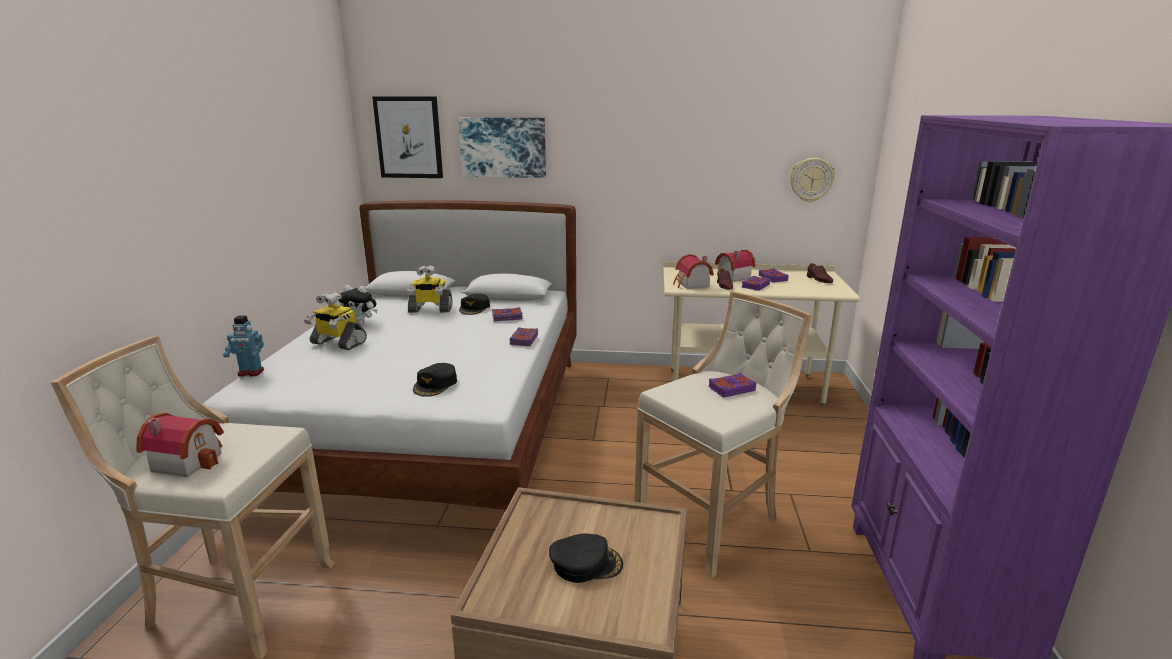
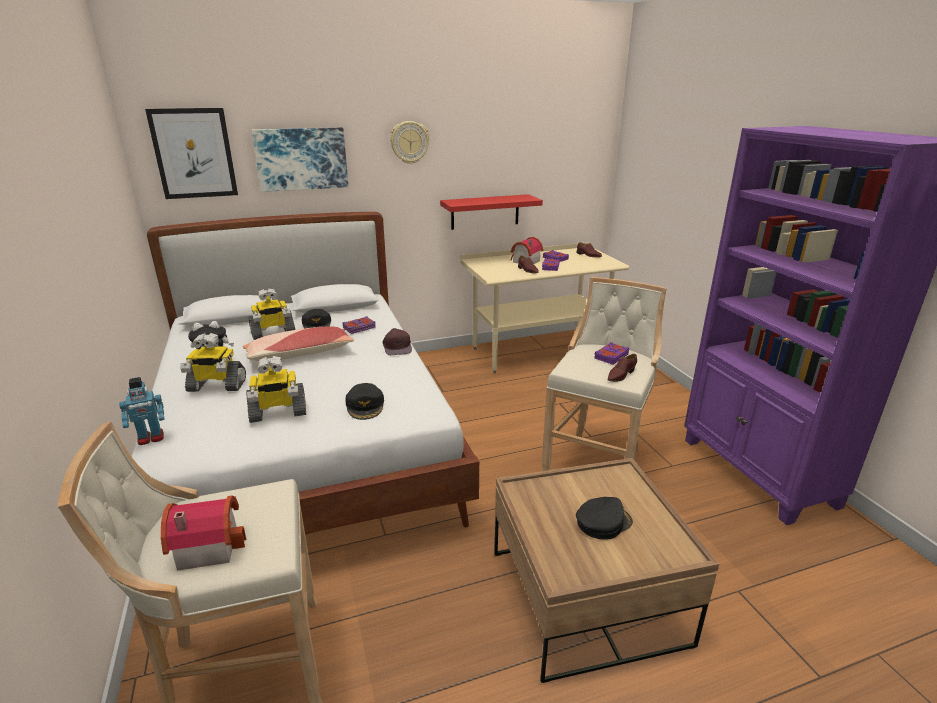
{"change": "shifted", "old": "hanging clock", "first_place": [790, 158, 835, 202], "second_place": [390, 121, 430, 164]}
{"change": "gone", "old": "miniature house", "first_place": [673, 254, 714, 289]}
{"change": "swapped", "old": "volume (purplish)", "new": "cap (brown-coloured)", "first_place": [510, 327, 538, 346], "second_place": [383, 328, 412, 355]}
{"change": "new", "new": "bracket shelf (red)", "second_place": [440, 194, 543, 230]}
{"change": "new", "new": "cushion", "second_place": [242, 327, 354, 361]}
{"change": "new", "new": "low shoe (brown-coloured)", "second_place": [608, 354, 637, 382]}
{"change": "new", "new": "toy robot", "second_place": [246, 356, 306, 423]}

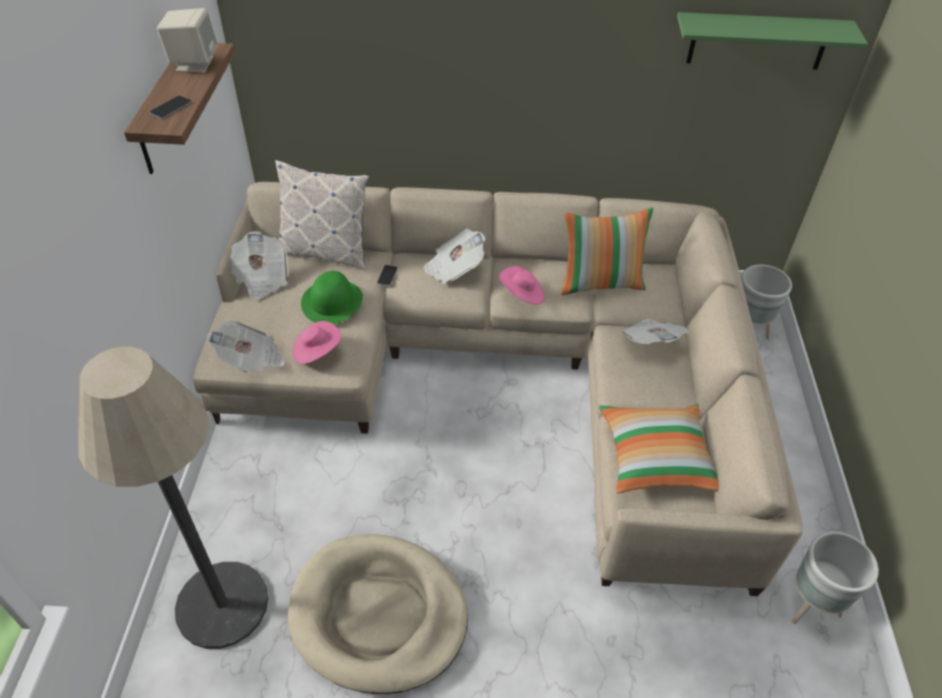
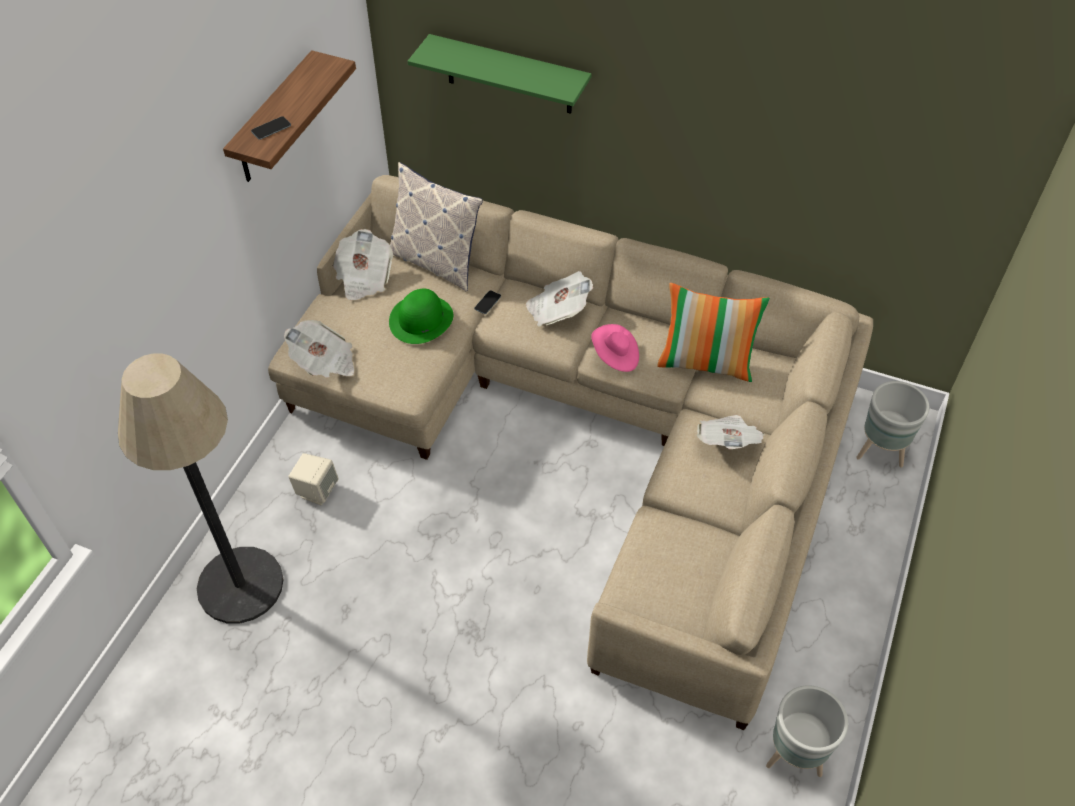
{"change": "shifted", "old": "loudspeaker (sand-coloured)", "first_place": [157, 8, 217, 73], "second_place": [288, 453, 339, 505]}
{"change": "shifted", "old": "bracket shelf (green-coloured)", "first_place": [677, 12, 868, 70], "second_place": [408, 34, 592, 114]}
{"change": "gone", "old": "hat (pink-coloured)", "first_place": [293, 321, 341, 364]}
{"change": "gone", "old": "cushion", "first_place": [599, 404, 719, 494]}
{"change": "gone", "old": "pet bed (sand-coloured)", "first_place": [288, 534, 468, 694]}

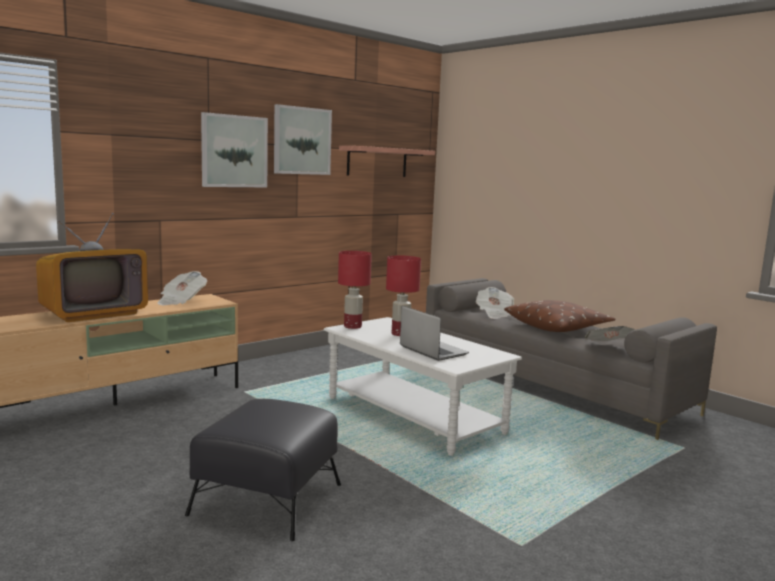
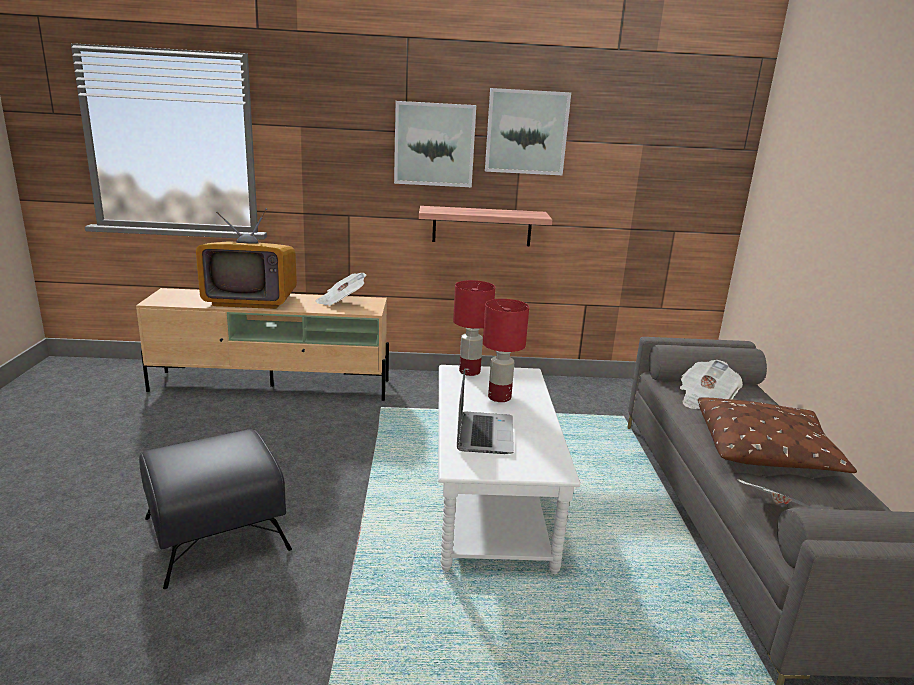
{"change": "shifted", "old": "bracket shelf", "first_place": [339, 146, 435, 177], "second_place": [419, 206, 552, 246]}

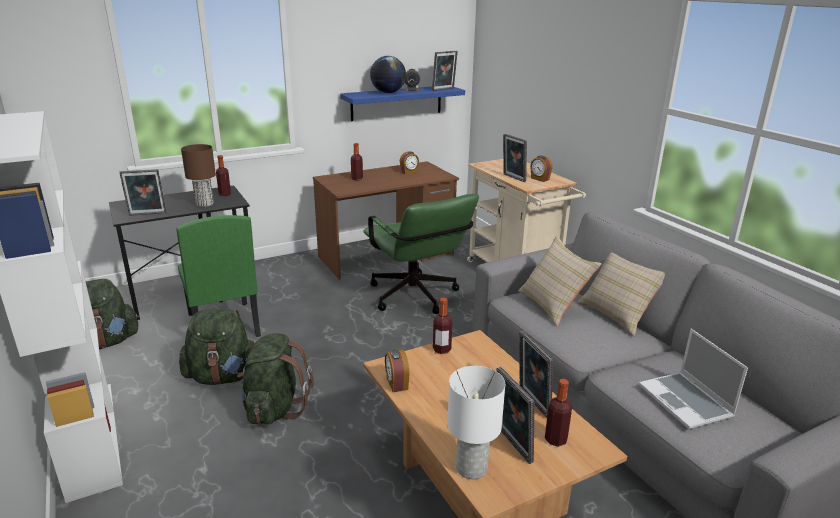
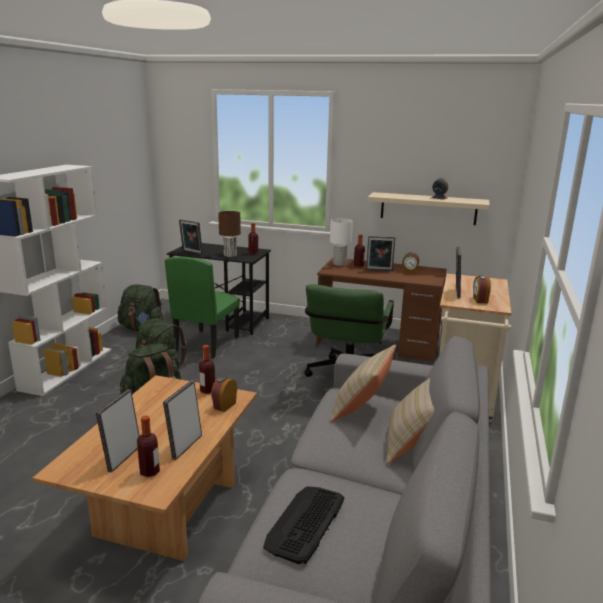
{"change": "shifted", "old": "photo frame", "first_place": [432, 51, 458, 91], "second_place": [366, 236, 395, 271]}
{"change": "gone", "old": "world globe", "first_place": [370, 56, 406, 93]}
{"change": "repainted", "old": "bracket shelf (blue)", "new": "bracket shelf (sand-coloured)", "first_place": [340, 87, 465, 121], "second_place": [367, 192, 490, 225]}
{"change": "swapped", "old": "laptop", "new": "PC keyboard", "first_place": [639, 329, 748, 429], "second_place": [263, 486, 344, 564]}
{"change": "shifted", "old": "alarm clock", "first_place": [385, 349, 409, 392], "second_place": [211, 376, 237, 412]}
{"change": "shifted", "old": "table lamp (white)", "first_place": [447, 366, 505, 479], "second_place": [330, 218, 353, 266]}

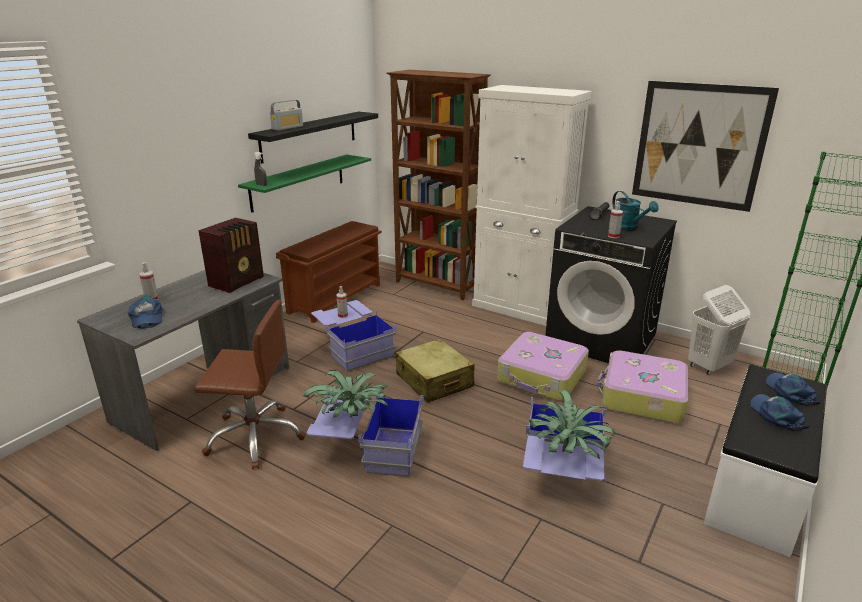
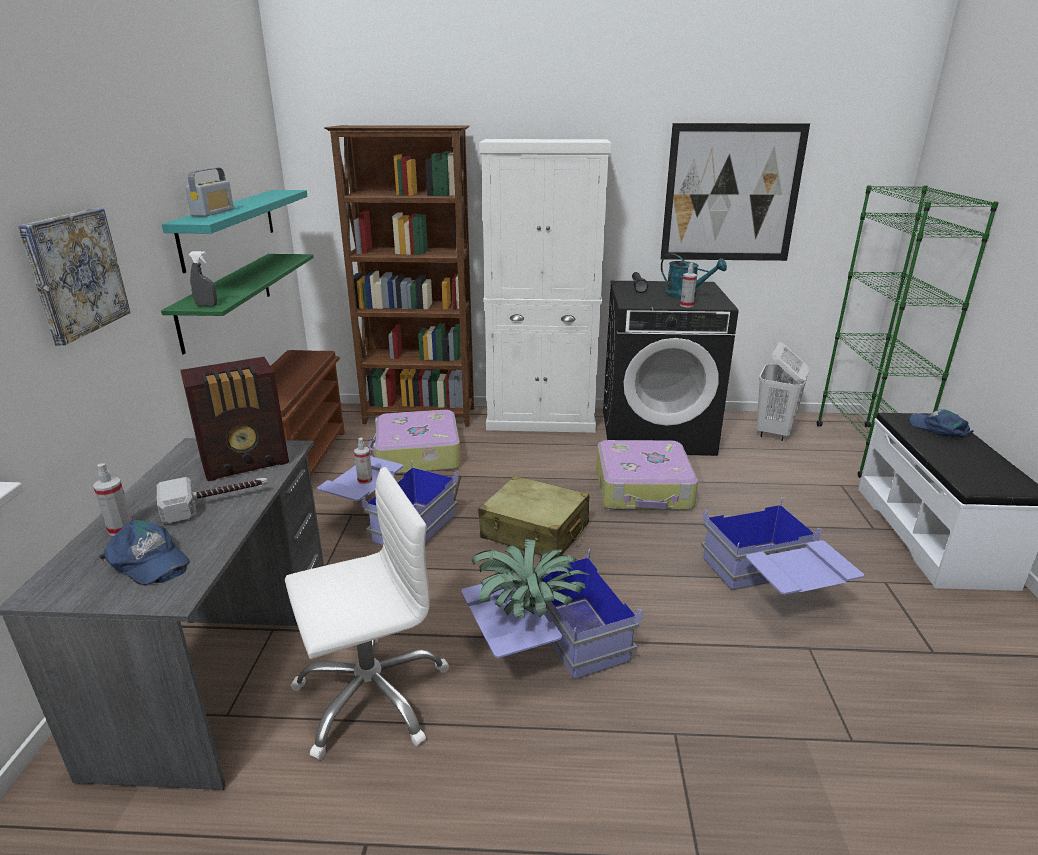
{"change": "repainted", "old": "bracket shelf (blackish)", "new": "bracket shelf (blue-green)", "first_place": [248, 112, 378, 164], "second_place": [162, 190, 308, 273]}
{"change": "rotated", "old": "radio set", "first_place": [199, 218, 264, 293], "second_place": [180, 357, 289, 481], "degrees": 60}
{"change": "repainted", "old": "computer chair (brown-coloured)", "new": "computer chair (white)", "first_place": [195, 300, 306, 470], "second_place": [285, 467, 449, 760]}
{"change": "shifted", "old": "suitcase", "first_place": [596, 350, 688, 424], "second_place": [368, 410, 461, 474]}
{"change": "gone", "old": "potted plant", "first_place": [529, 390, 615, 459]}
{"change": "gone", "old": "cap (blue)", "first_place": [750, 394, 810, 431]}
{"change": "new", "new": "wall picture", "second_place": [18, 208, 131, 346]}
{"change": "new", "new": "tool hammer", "second_place": [156, 477, 267, 524]}

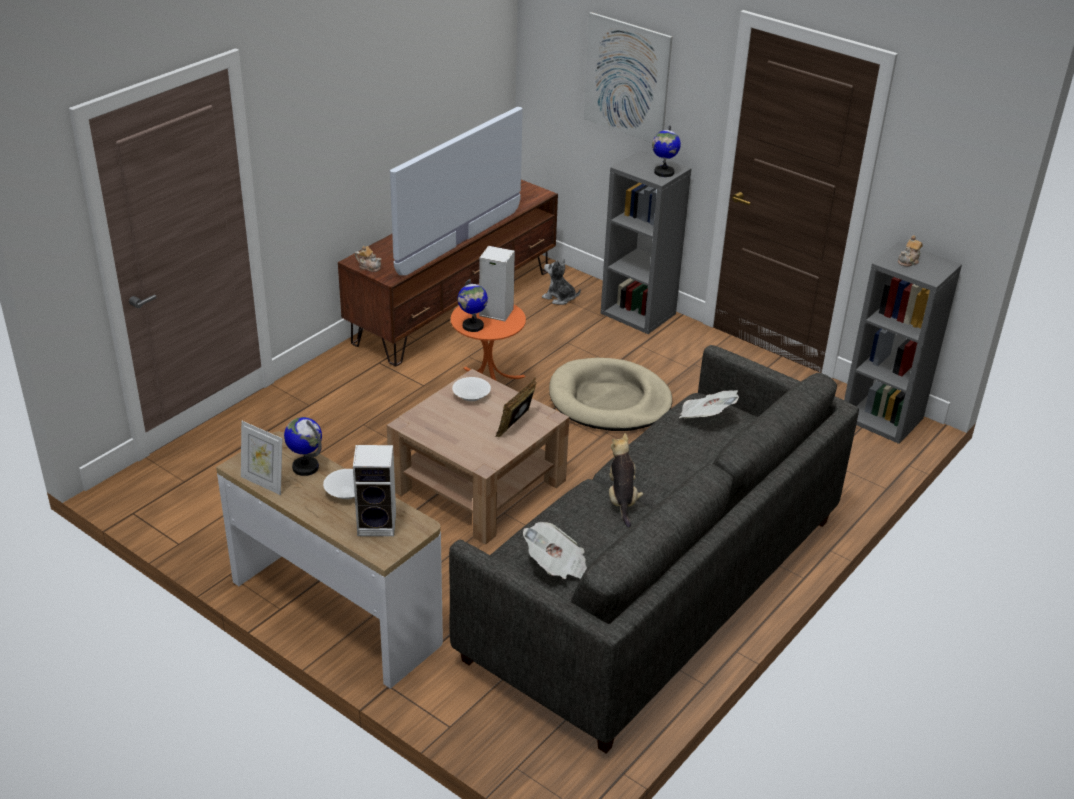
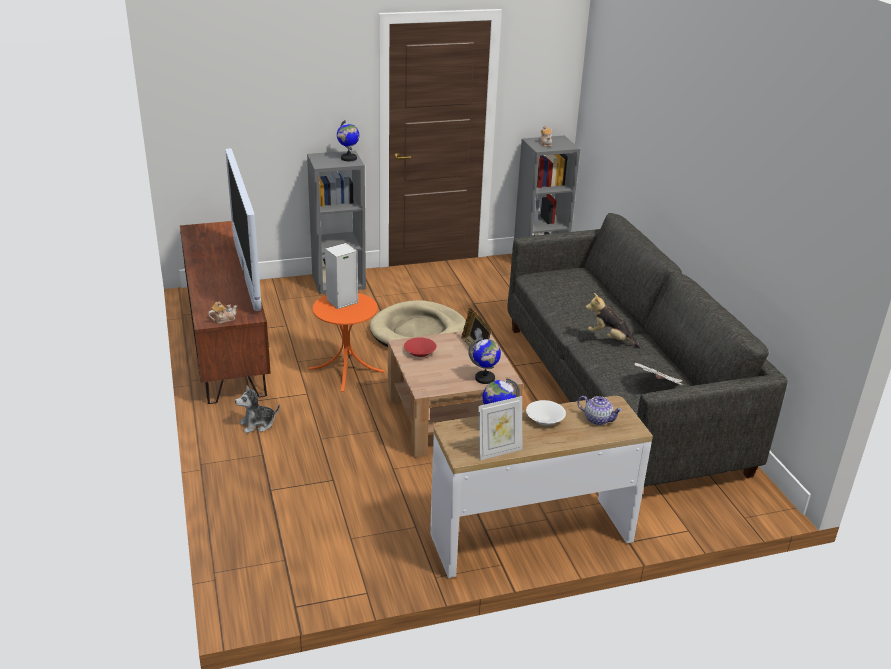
{"change": "gone", "old": "wall picture", "first_place": [584, 12, 672, 143]}
{"change": "shifted", "old": "soft toy", "first_place": [542, 258, 581, 305], "second_place": [235, 385, 280, 433]}
{"change": "shifted", "old": "world globe", "first_place": [458, 279, 488, 332], "second_place": [468, 337, 501, 384]}
{"change": "repainted", "old": "serving bowl (white)", "new": "serving bowl (red)", "first_place": [452, 377, 491, 401], "second_place": [404, 338, 437, 357]}
{"change": "gone", "old": "daily paper", "first_place": [679, 390, 739, 418]}
{"change": "swapped", "old": "loudspeaker", "new": "teapot", "first_place": [353, 445, 396, 536], "second_place": [577, 396, 623, 425]}

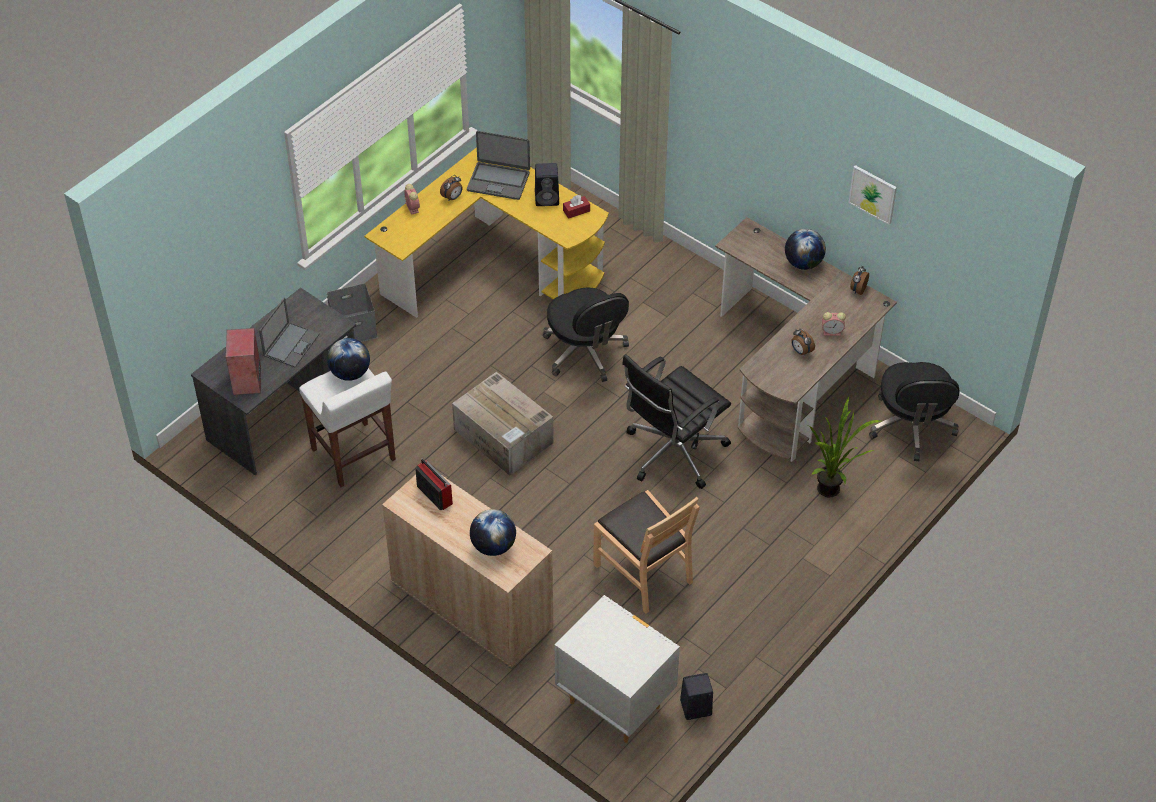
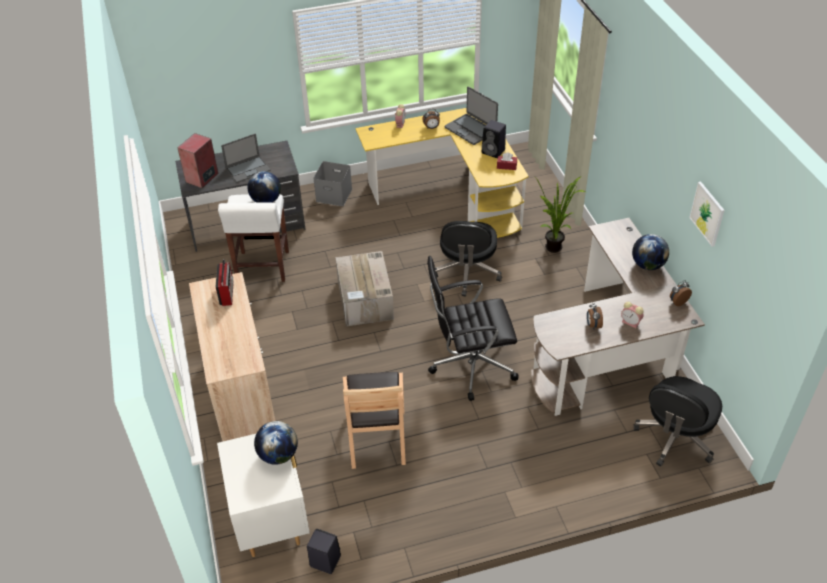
{"change": "shifted", "old": "potted plant", "first_place": [809, 396, 881, 498], "second_place": [532, 175, 586, 253]}
{"change": "shifted", "old": "world globe", "first_place": [470, 509, 516, 556], "second_place": [254, 421, 298, 465]}

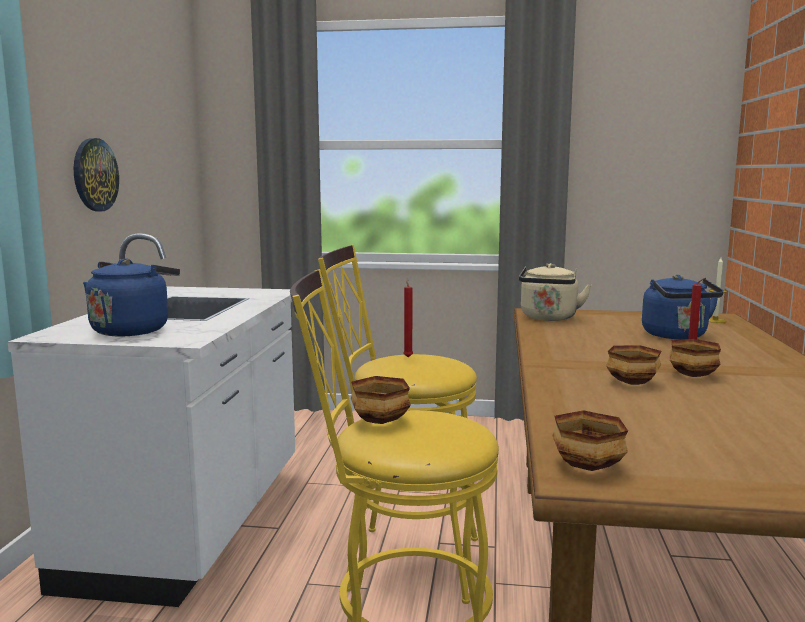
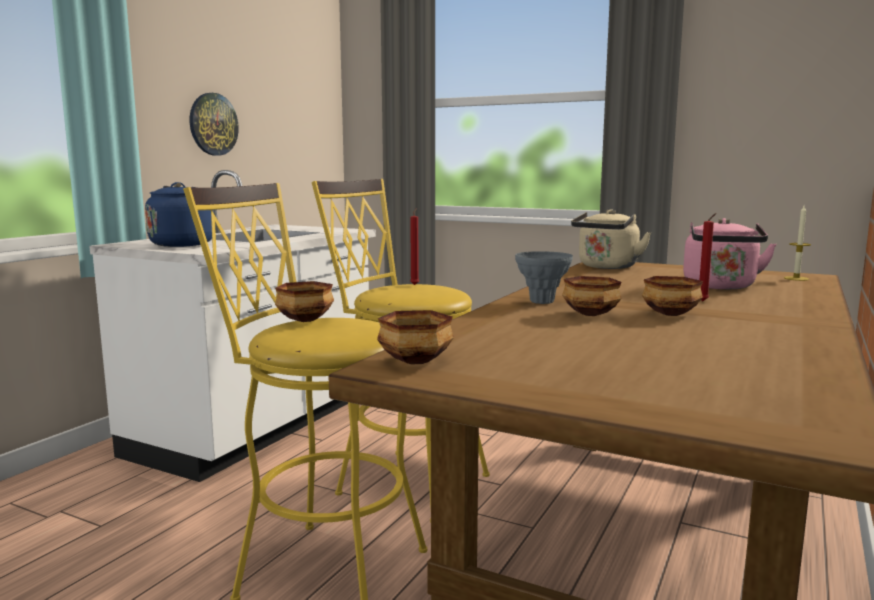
{"change": "repainted", "old": "kettle (blue)", "new": "kettle (pink-coloured)", "first_place": [642, 275, 724, 339], "second_place": [683, 218, 776, 289]}
{"change": "new", "new": "vase (grey)", "second_place": [515, 251, 573, 304]}

